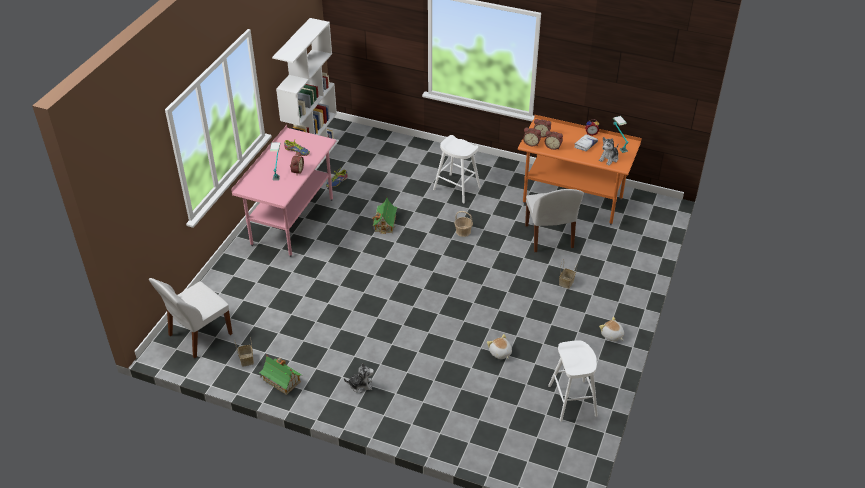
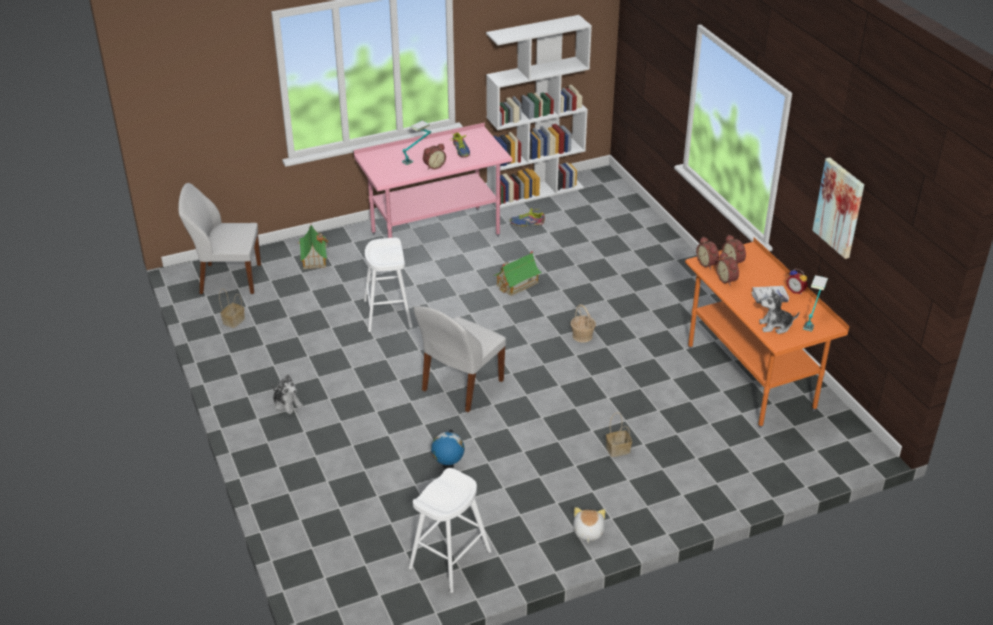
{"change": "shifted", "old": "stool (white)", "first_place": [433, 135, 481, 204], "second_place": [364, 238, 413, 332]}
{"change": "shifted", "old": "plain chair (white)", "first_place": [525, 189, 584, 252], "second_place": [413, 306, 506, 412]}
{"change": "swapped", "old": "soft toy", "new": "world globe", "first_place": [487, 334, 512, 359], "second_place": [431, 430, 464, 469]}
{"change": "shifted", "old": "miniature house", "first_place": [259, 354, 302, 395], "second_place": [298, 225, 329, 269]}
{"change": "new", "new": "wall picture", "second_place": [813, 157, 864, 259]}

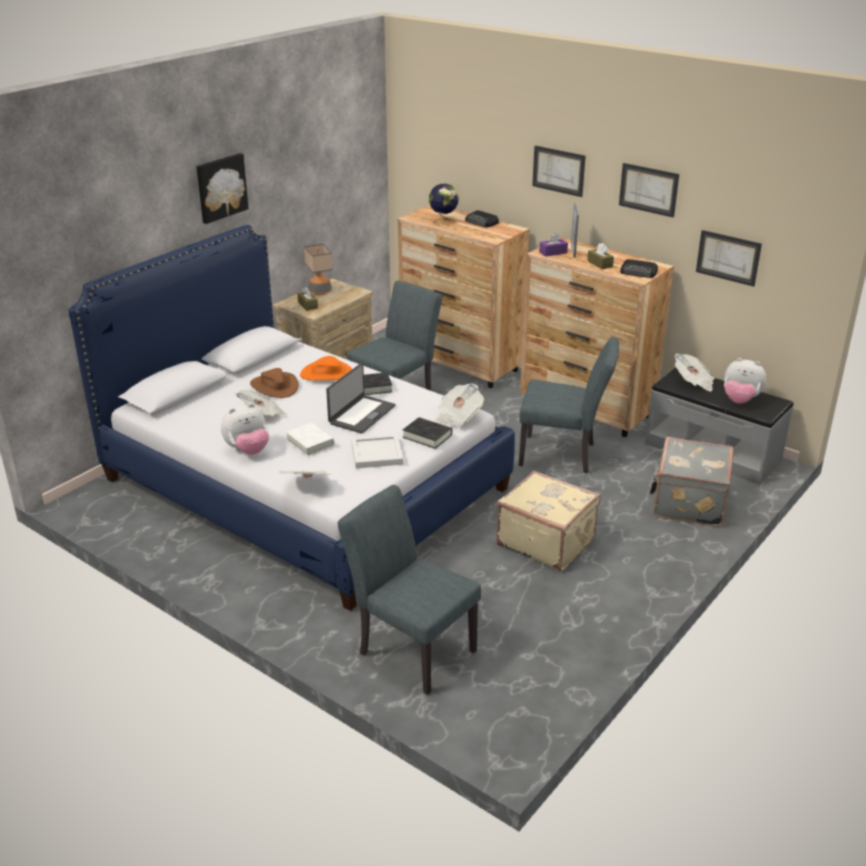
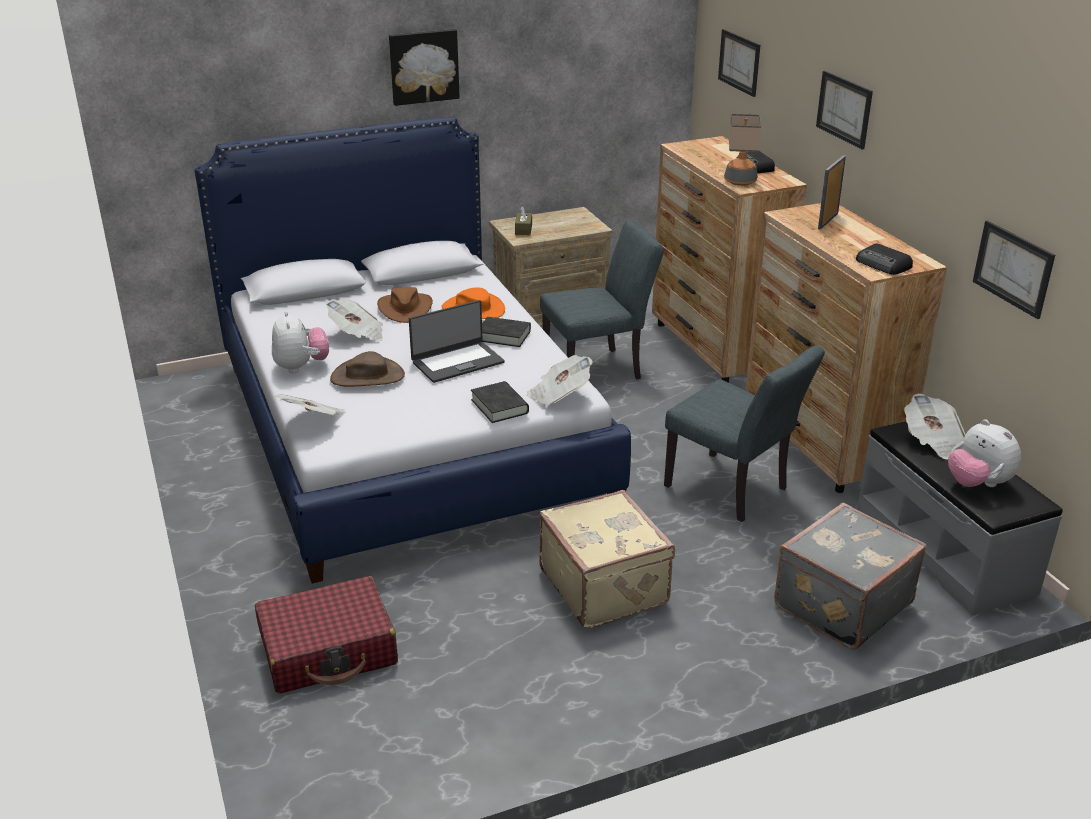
{"change": "shifted", "old": "wall picture", "first_place": [619, 163, 679, 217], "second_place": [718, 29, 760, 97]}
{"change": "gone", "old": "world globe", "first_place": [429, 183, 459, 226]}
{"change": "gone", "old": "tissue box (purplish)", "first_place": [539, 233, 568, 257]}
{"change": "gone", "old": "tissue box (brown-coloured)", "first_place": [587, 243, 614, 269]}
{"change": "shifted", "old": "table lamp", "first_place": [304, 244, 333, 295], "second_place": [724, 114, 761, 186]}
{"change": "rotated", "old": "soft toy", "first_place": [221, 403, 269, 455], "second_place": [272, 311, 329, 373], "degrees": -105}
{"change": "swapped", "old": "volume (white)", "new": "hat (brown-coloured)", "first_place": [286, 423, 334, 456], "second_place": [330, 351, 405, 387]}
{"change": "gone", "old": "carrying tray (white)", "first_place": [351, 434, 403, 469]}
{"change": "swapped", "old": "plain chair (grey)", "new": "suitcase (red)", "first_place": [338, 485, 481, 695], "second_place": [255, 576, 398, 693]}

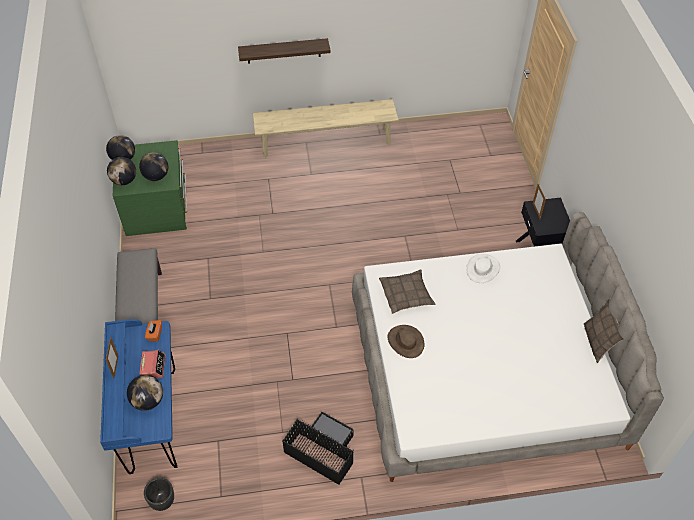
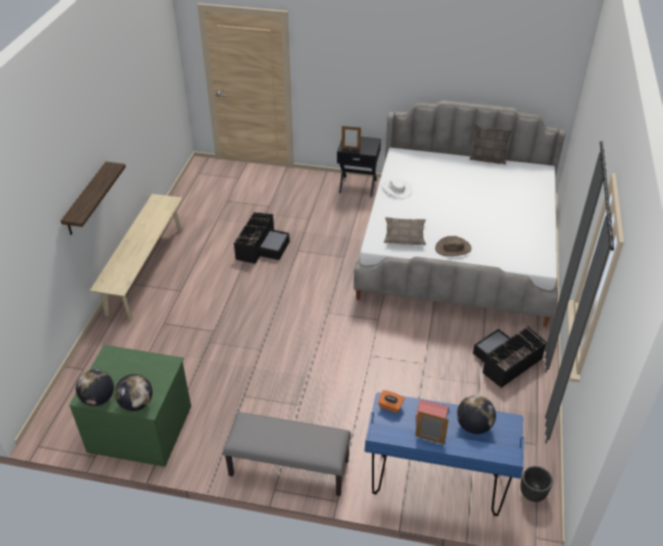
{"change": "gone", "old": "world globe", "first_place": [139, 152, 168, 181]}
{"change": "new", "new": "storage container (blackish)", "second_place": [234, 212, 290, 264]}

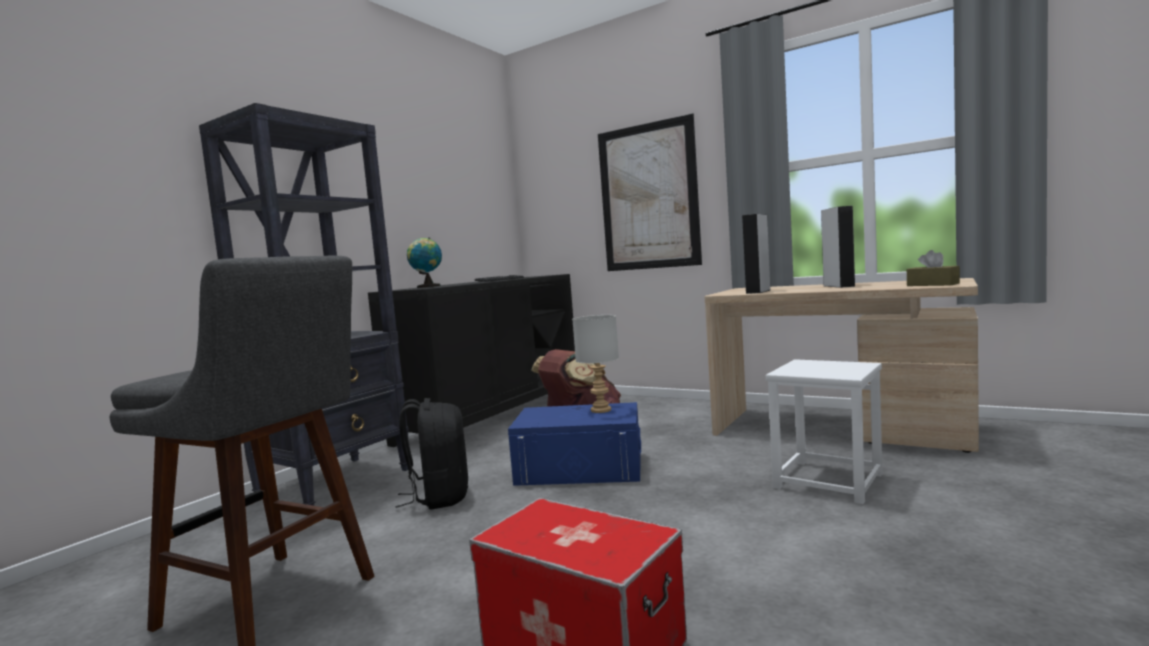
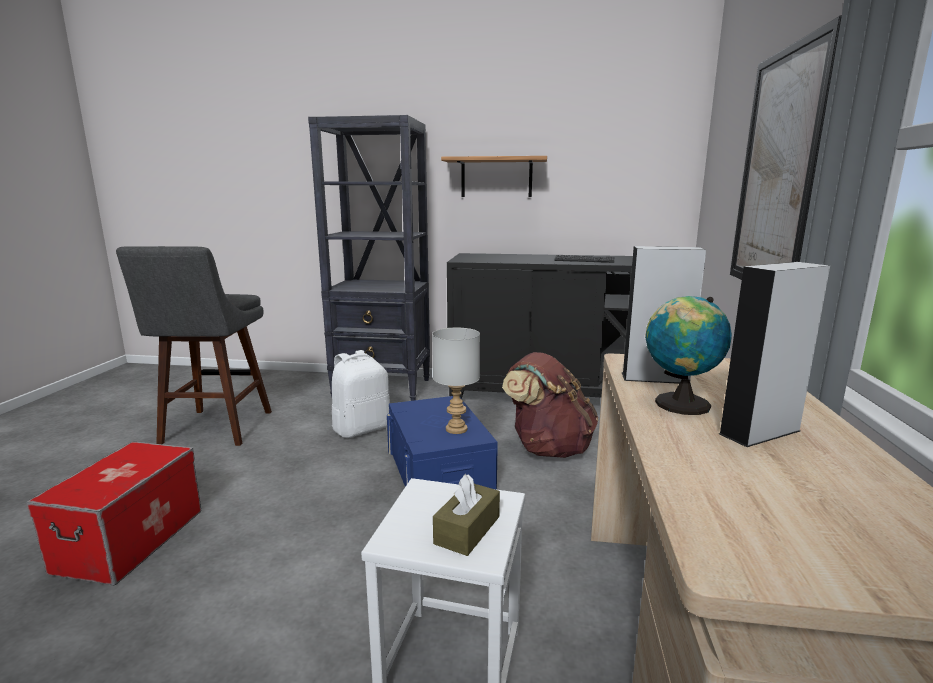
{"change": "shifted", "old": "world globe", "first_place": [407, 237, 442, 288], "second_place": [645, 296, 732, 415]}
{"change": "shifted", "old": "tissue box (brown-coloured)", "first_place": [907, 250, 960, 286], "second_place": [433, 474, 500, 556]}
{"change": "repainted", "old": "rucksack (blackish)", "new": "rucksack (white)", "first_place": [395, 398, 468, 510], "second_place": [332, 350, 390, 438]}
{"change": "new", "new": "bracket shelf", "second_place": [441, 156, 547, 197]}

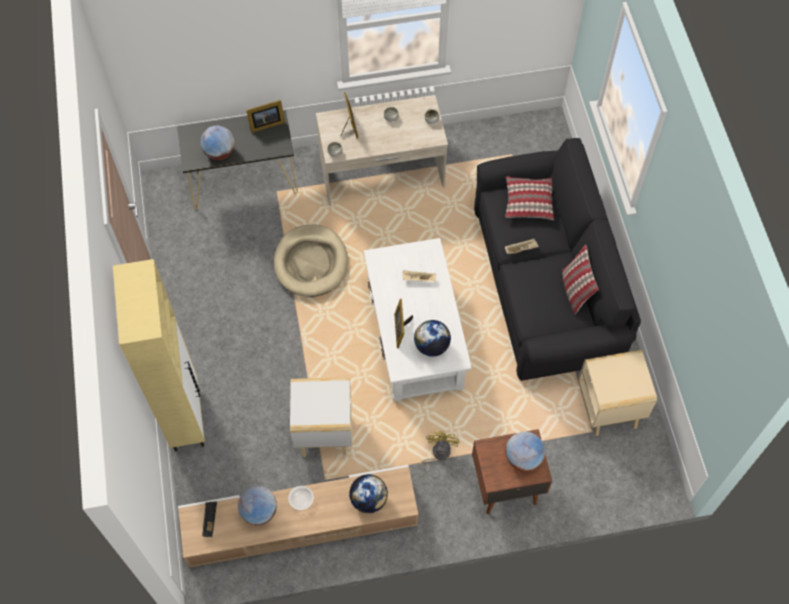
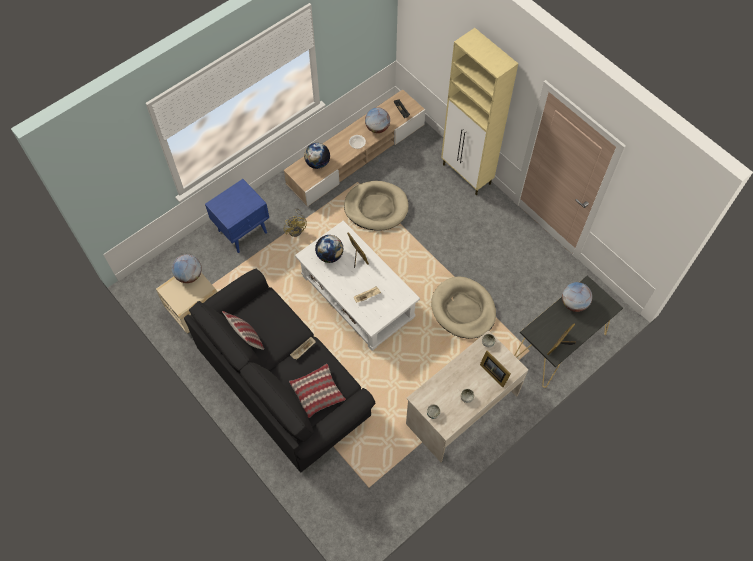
{"change": "swapped", "old": "end table (white)", "new": "pet bed (sand-coloured)", "first_place": [290, 377, 352, 457], "second_place": [344, 181, 409, 231]}
{"change": "repainted", "old": "nightstand (brown-coloured)", "new": "nightstand (blue)", "first_place": [472, 429, 552, 514], "second_place": [205, 179, 269, 253]}
{"change": "shifted", "old": "world globe", "first_place": [506, 432, 545, 471], "second_place": [172, 254, 202, 283]}

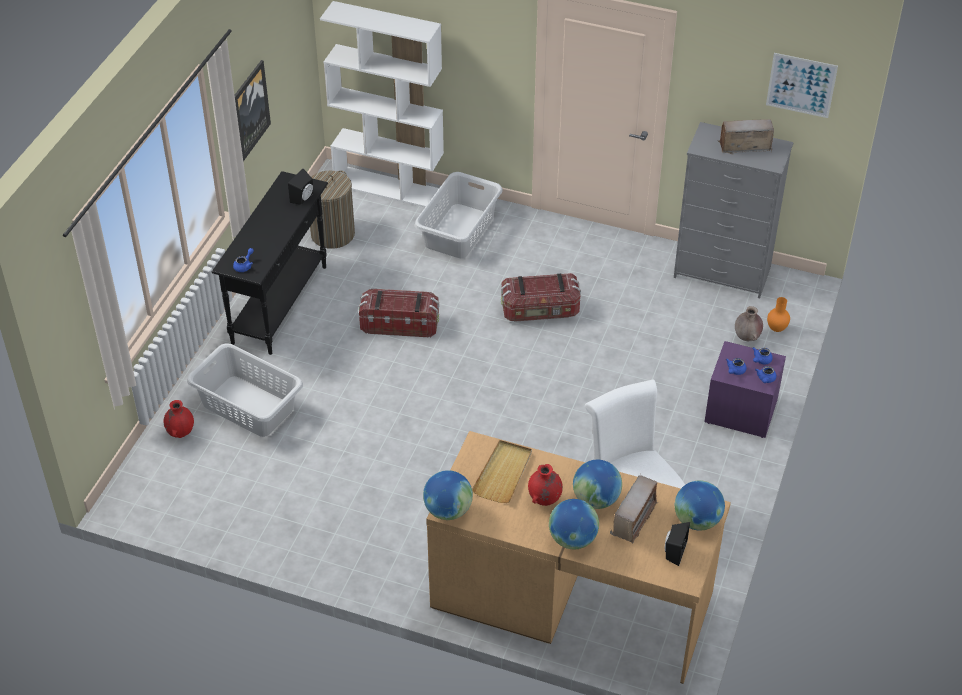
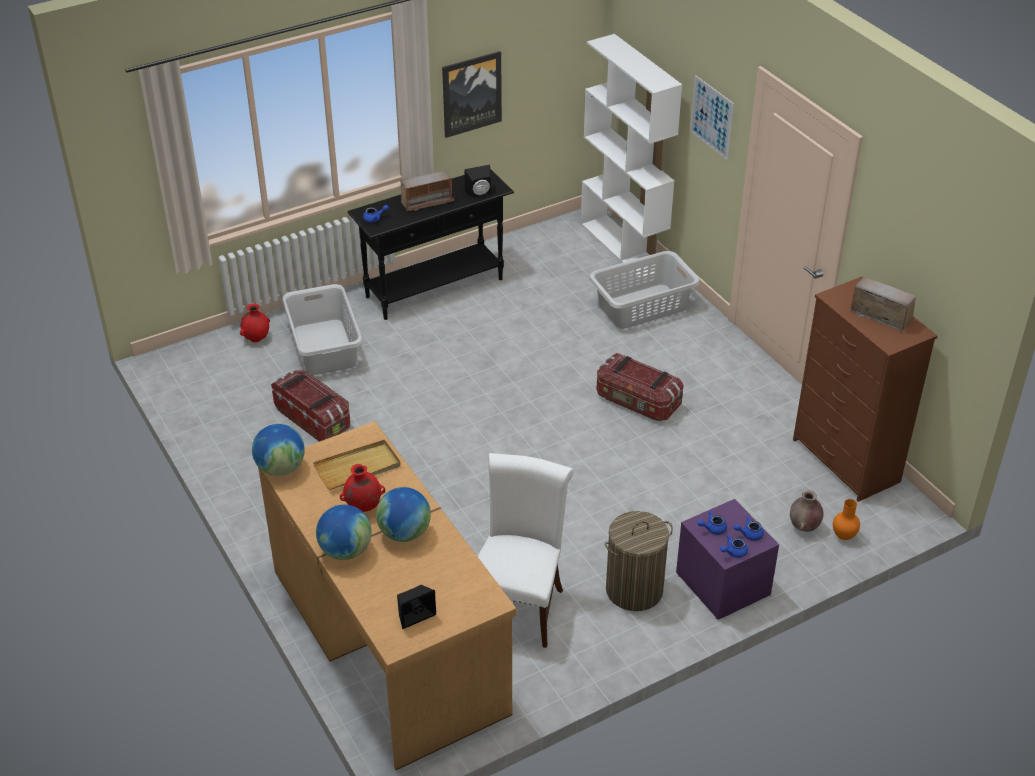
{"change": "shifted", "old": "wall picture", "first_place": [766, 53, 838, 118], "second_place": [690, 75, 734, 160]}
{"change": "repainted", "old": "dresser (grey)", "new": "dresser (brown-coloured)", "first_place": [674, 122, 794, 298], "second_place": [793, 276, 937, 502]}
{"change": "shifted", "old": "washing basket", "first_place": [310, 171, 355, 249], "second_place": [605, 511, 673, 611]}
{"change": "shifted", "old": "storage container", "first_place": [359, 289, 439, 338], "second_place": [271, 370, 350, 442]}
{"change": "shifted", "old": "radio set", "first_place": [610, 474, 657, 543], "second_place": [401, 171, 455, 211]}
{"change": "gone", "old": "world globe", "first_place": [675, 480, 725, 531]}

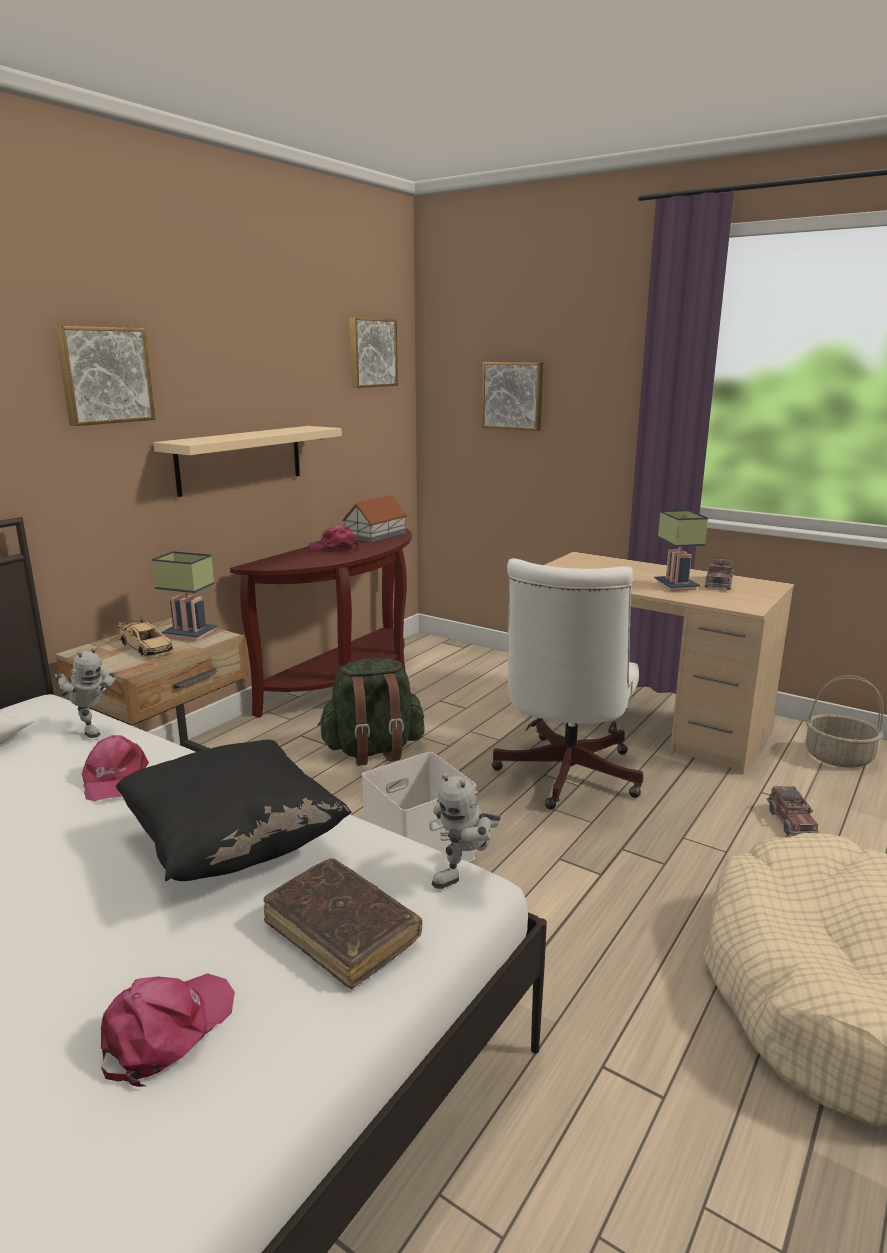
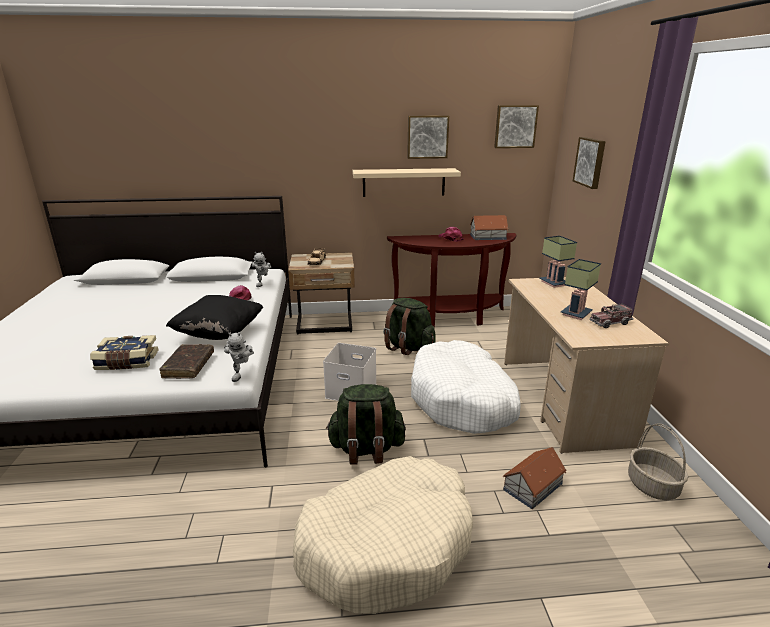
{"change": "shifted", "old": "wall picture", "first_place": [55, 326, 156, 426], "second_place": [407, 115, 449, 159]}
{"change": "shifted", "old": "table lamp", "first_place": [152, 551, 217, 641], "second_place": [539, 236, 577, 288]}
{"change": "swapped", "old": "computer chair (white)", "new": "pet bed (white)", "first_place": [491, 558, 643, 809], "second_place": [411, 340, 520, 434]}
{"change": "rotated", "old": "toy robot", "first_place": [432, 772, 501, 889], "second_place": [224, 332, 254, 382], "degrees": -90}
{"change": "swapped", "old": "toy truck", "new": "miniature house", "first_place": [767, 786, 819, 836], "second_place": [503, 447, 567, 509]}
{"change": "swapped", "old": "cap (pink-coloured)", "new": "volume", "first_place": [101, 973, 235, 1087], "second_place": [90, 335, 159, 370]}
{"change": "new", "new": "rucksack (green-coloured)", "second_place": [326, 384, 406, 465]}

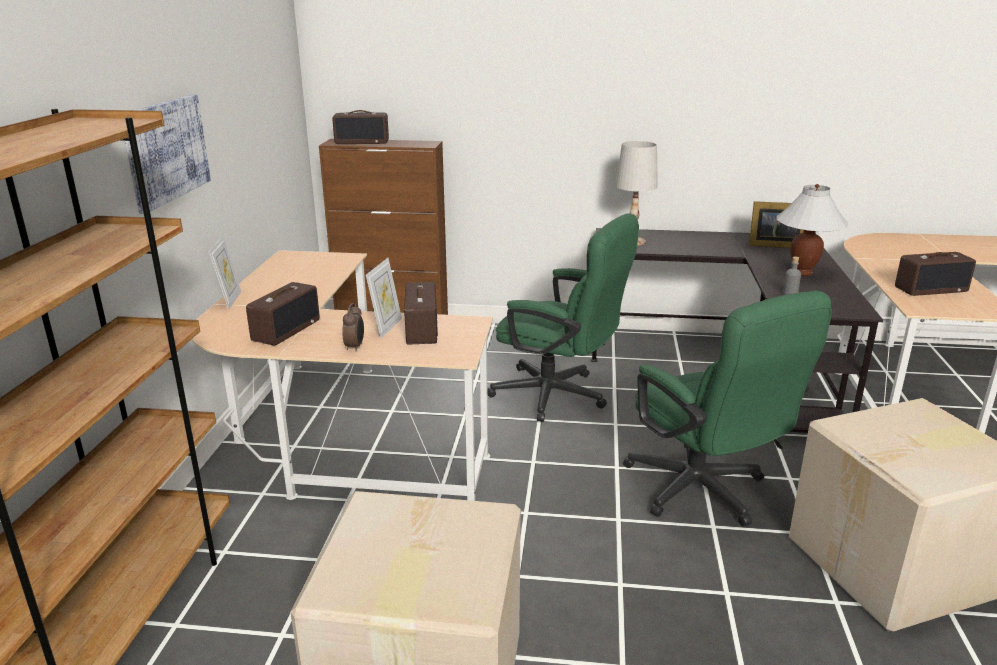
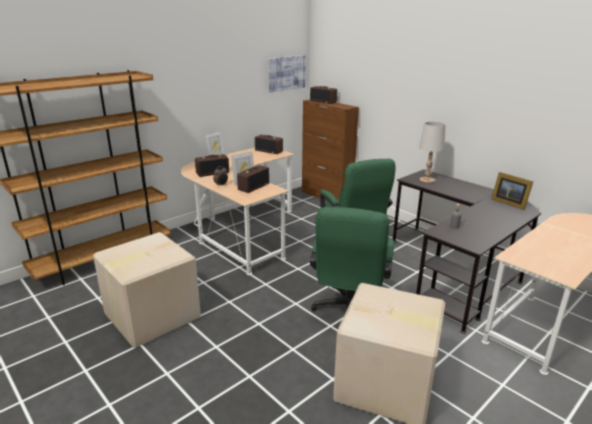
{"change": "shifted", "old": "wall picture", "first_place": [125, 94, 211, 214], "second_place": [268, 55, 306, 92]}
{"change": "gone", "old": "table lamp (white)", "first_place": [776, 184, 848, 276]}
{"change": "shifted", "old": "radio set", "first_place": [895, 252, 976, 296], "second_place": [255, 135, 283, 154]}

